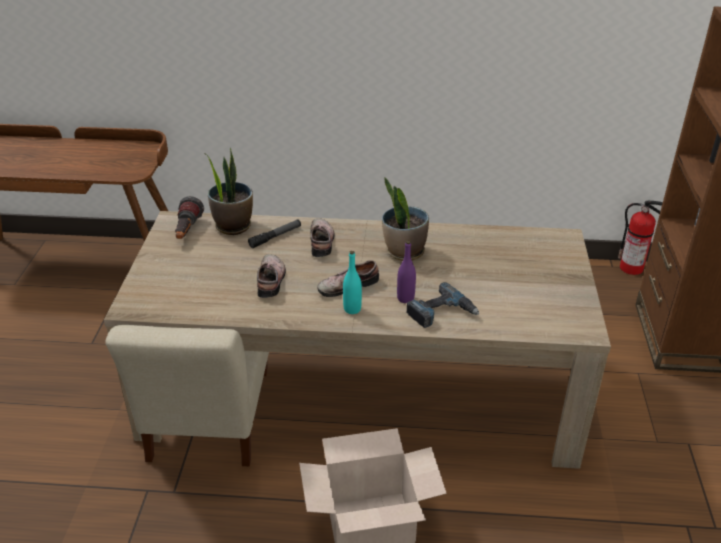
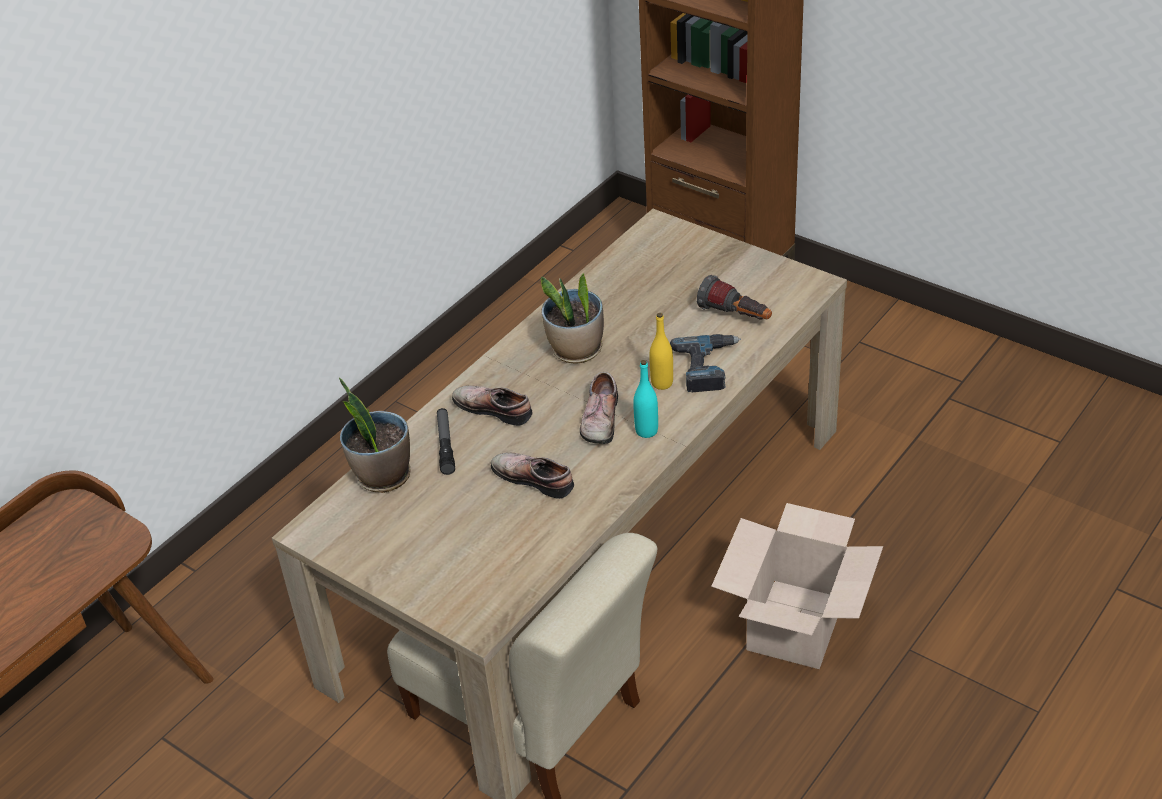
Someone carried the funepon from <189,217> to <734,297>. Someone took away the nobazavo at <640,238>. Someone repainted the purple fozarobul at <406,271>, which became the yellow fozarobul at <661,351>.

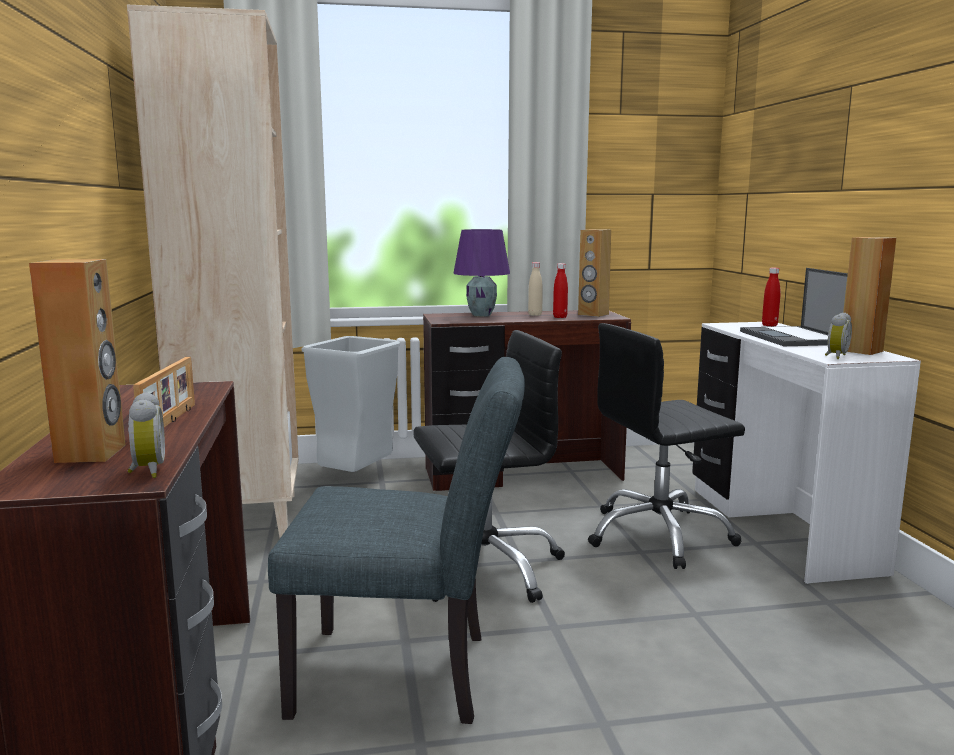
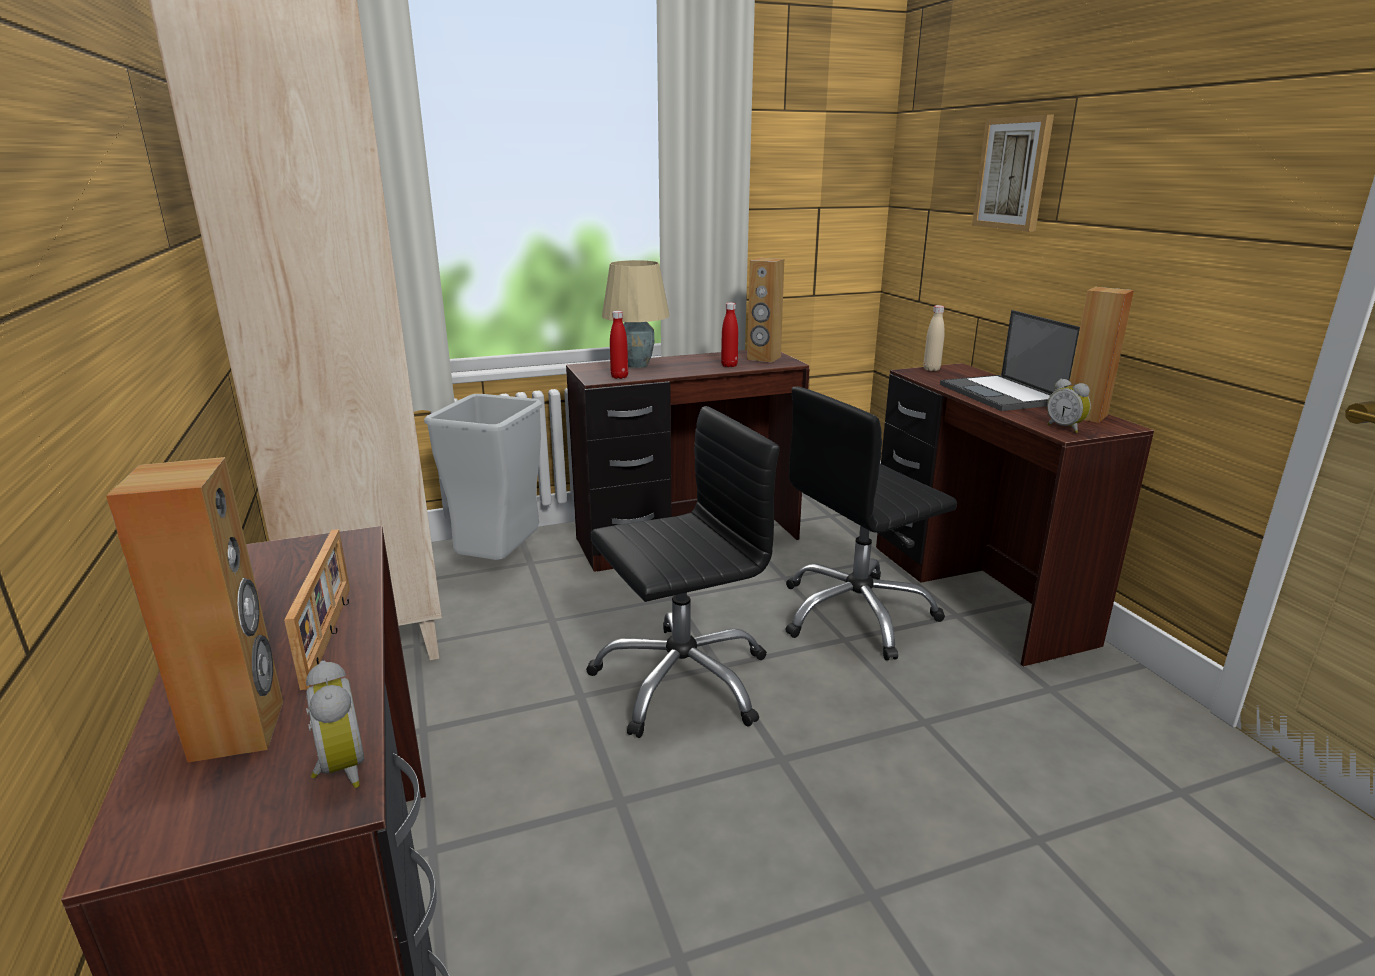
Someone repainted the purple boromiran at <482,273>, which became the beige boromiran at <636,314>. Someone carried the beige fozarobul from <535,289> to <934,338>. Someone carried the red fozarobul from <771,297> to <619,345>. Someone rotated the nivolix at <838,336> by 120 degrees clockwise. Someone repainted the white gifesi at <806,453>, which became the brown gifesi at <1015,515>. Someone took away the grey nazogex at <396,540>. Someone put up the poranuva at <1013,173>.

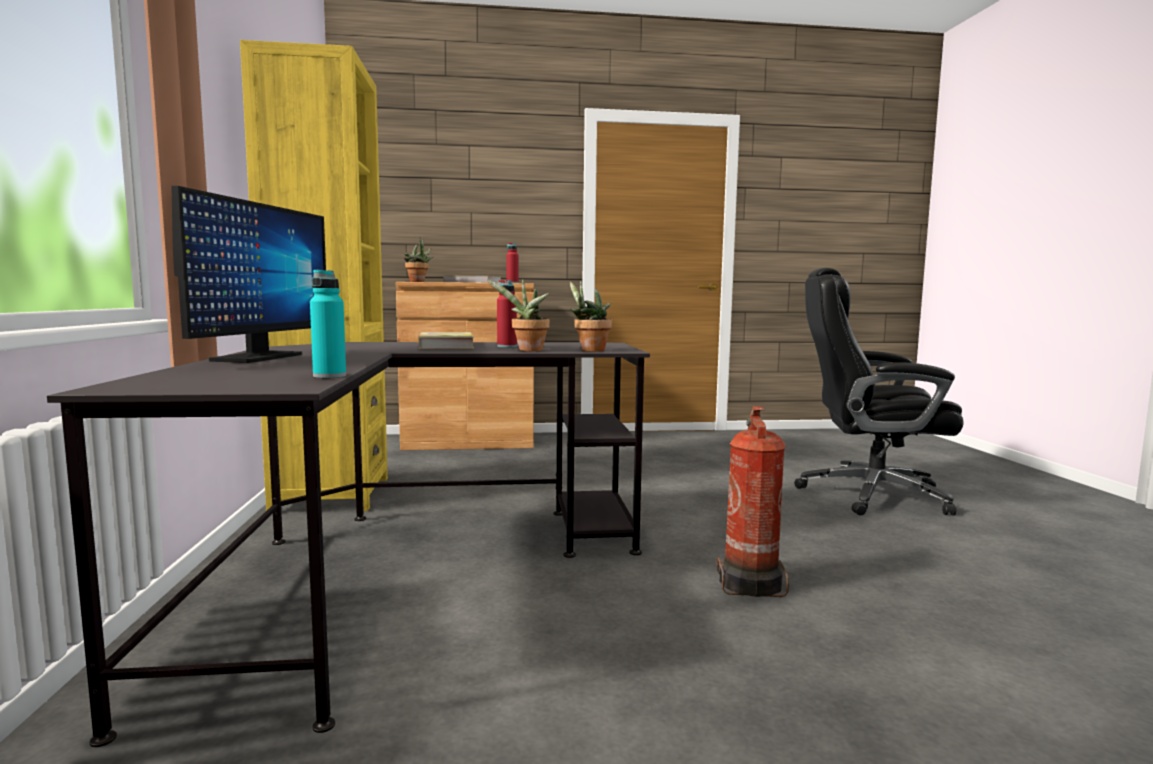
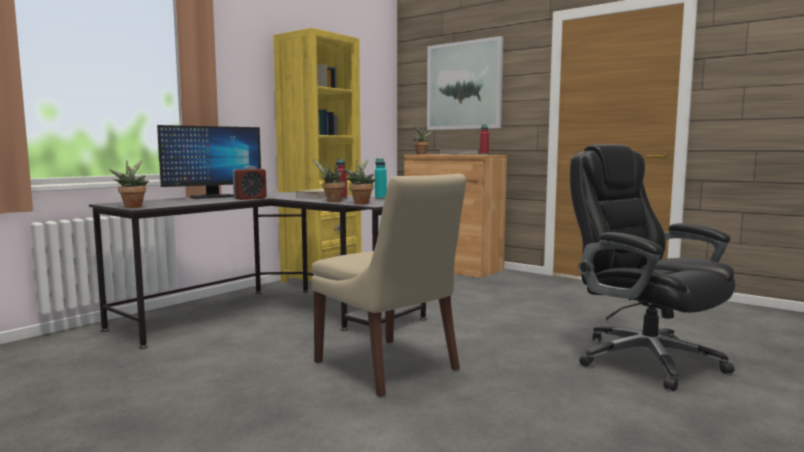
Someone carried the turquoise fozarobul from <328,324> to <381,178>. Someone swapped the nobazavo at <752,501> for the beige nazogex at <388,285>. Someone put up the poranuva at <465,83>. Someone put down the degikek at <129,184>. Someone put down the nivolix at <250,183>.

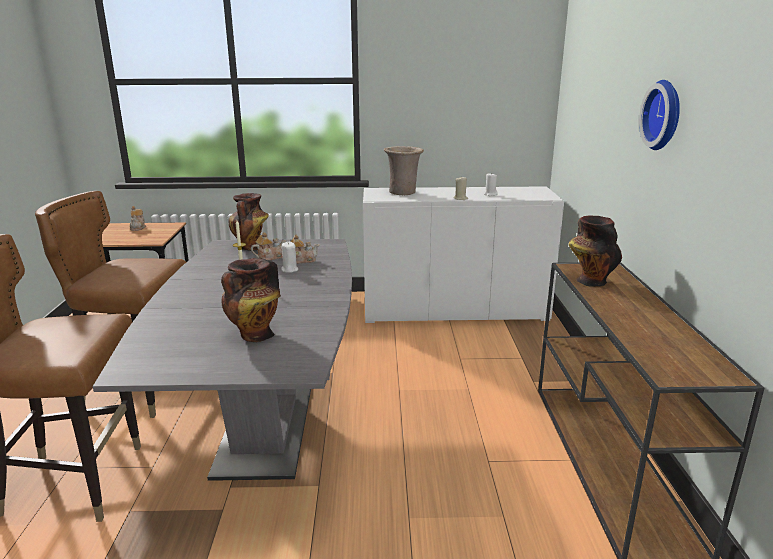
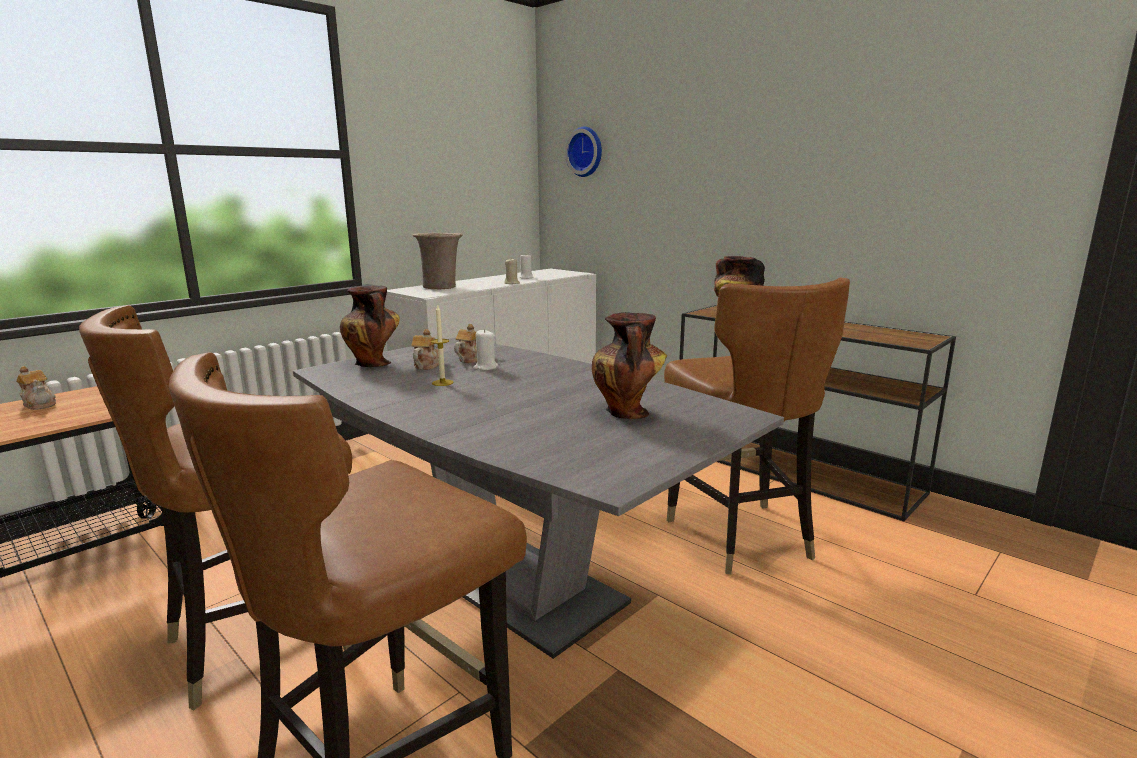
Someone carried the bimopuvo from <659,115> to <583,152>. Someone put down the brown nazogex at <757,425>.

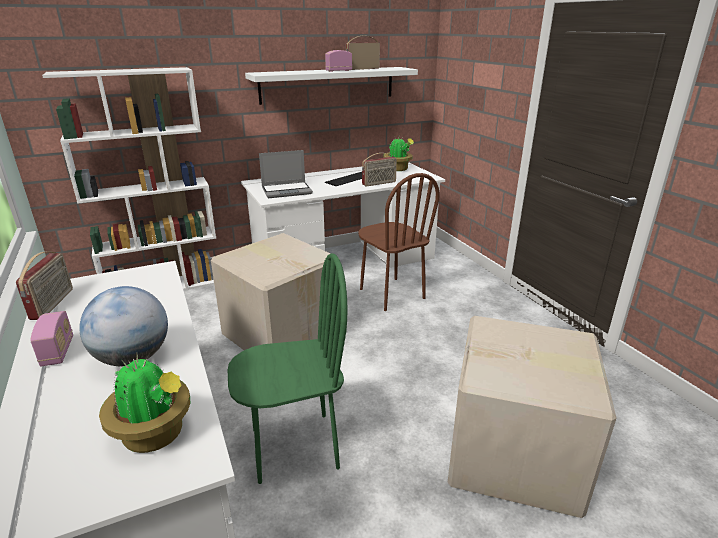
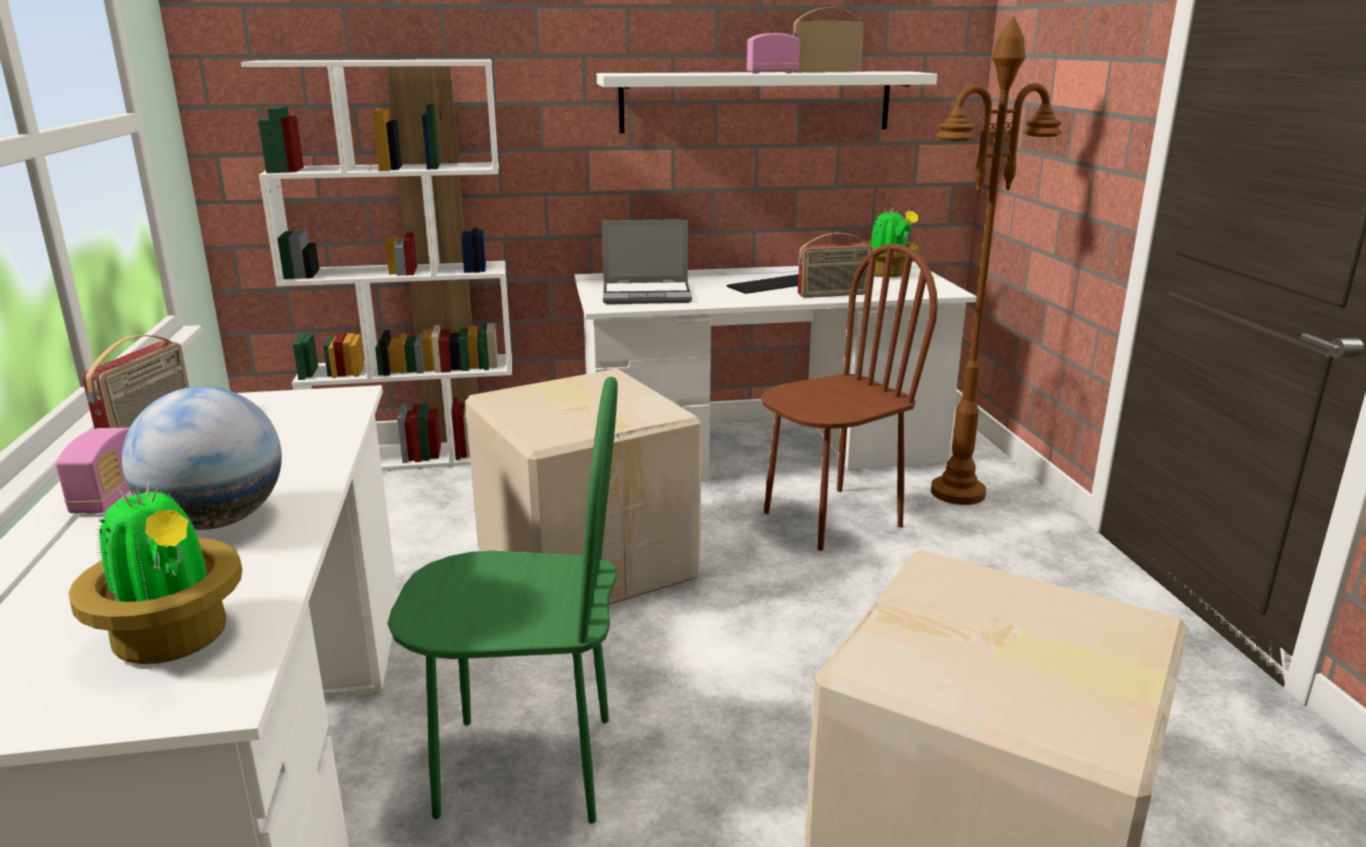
Someone rotated the brown nazogex at <399,242> by 105 degrees counterclockwise. Someone put down the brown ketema at <996,260>.

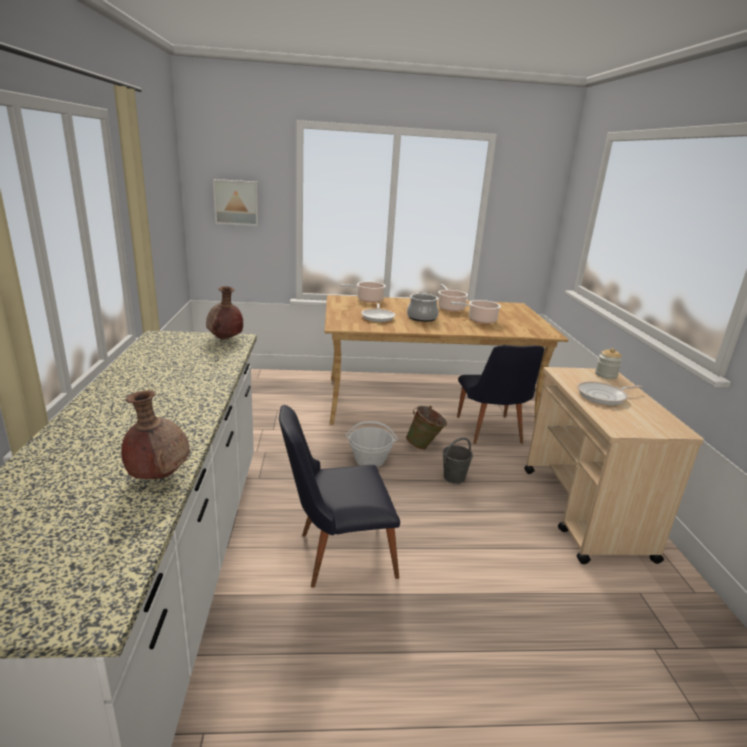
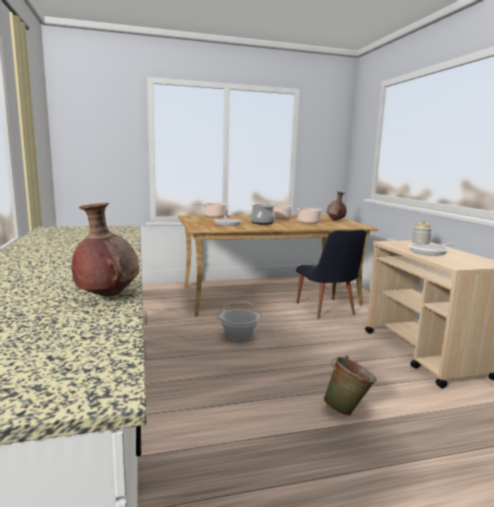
Someone took away the poranuva at <236,202>. Someone carried the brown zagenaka from <224,312> to <337,206>. Someone took away the black nazogex at <339,496>. Someone carried the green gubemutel from <426,428> to <350,385>. Someone took away the grey gubemutel at <458,460>.

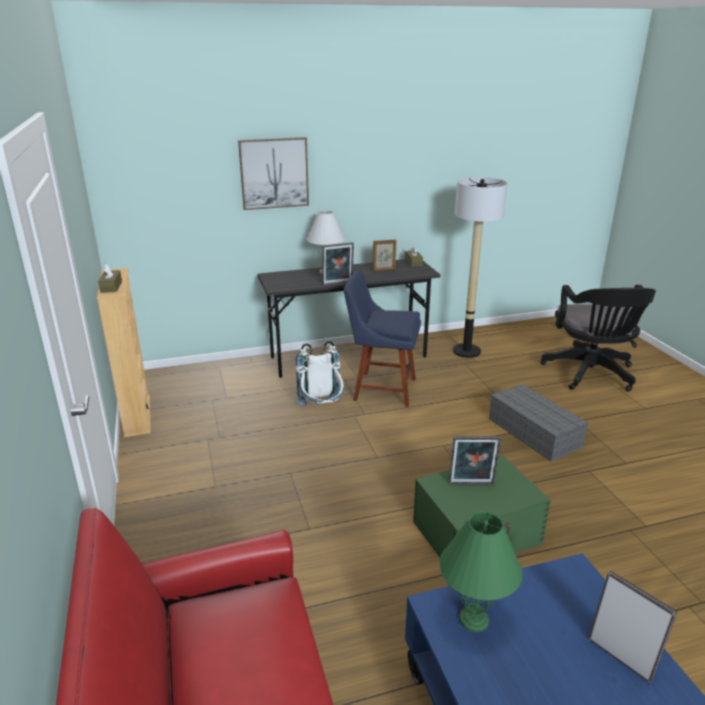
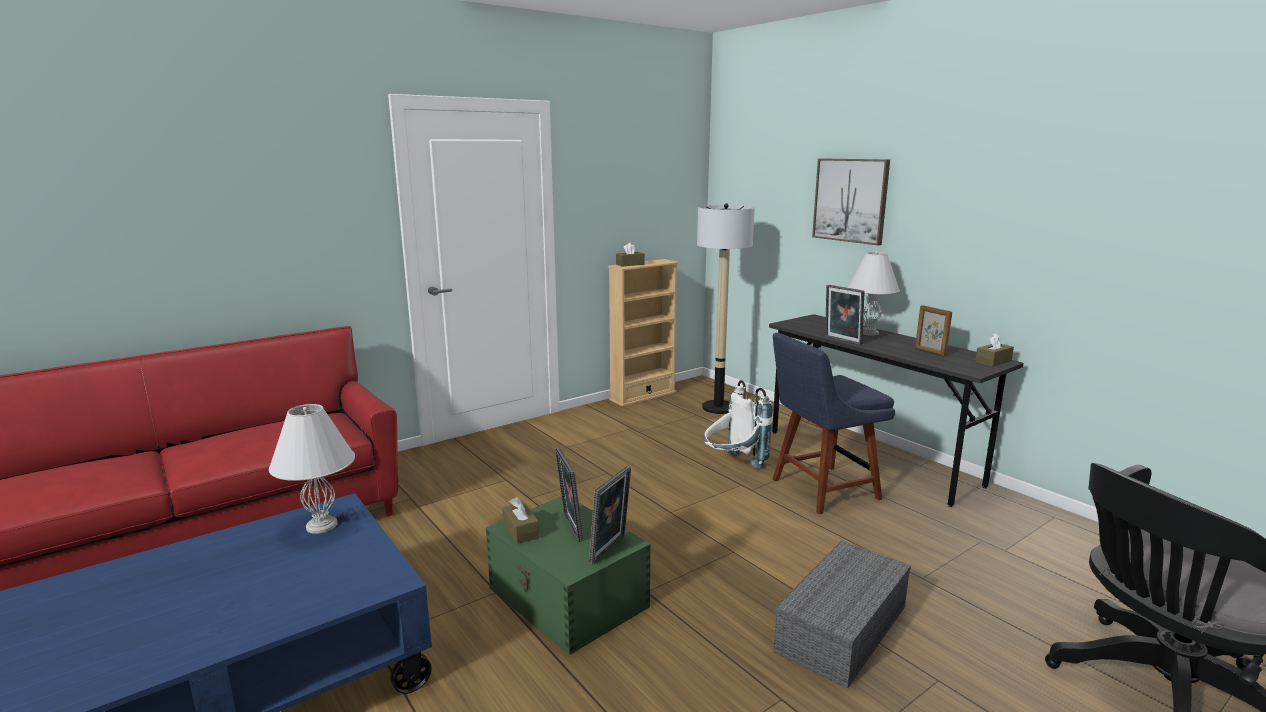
Someone carried the ketema from <480,267> to <726,308>. Someone rotated the blue nazogex at <382,338> by 105 degrees counterclockwise. Someone repainted the green boromiran at <481,571>, which became the white boromiran at <312,469>. Someone carried the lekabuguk from <632,627> to <610,515>. Someone put down the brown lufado at <520,520>.

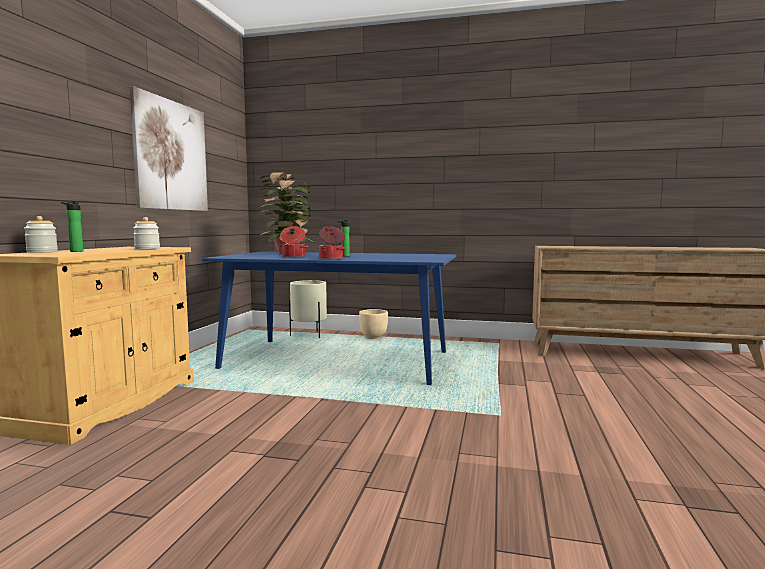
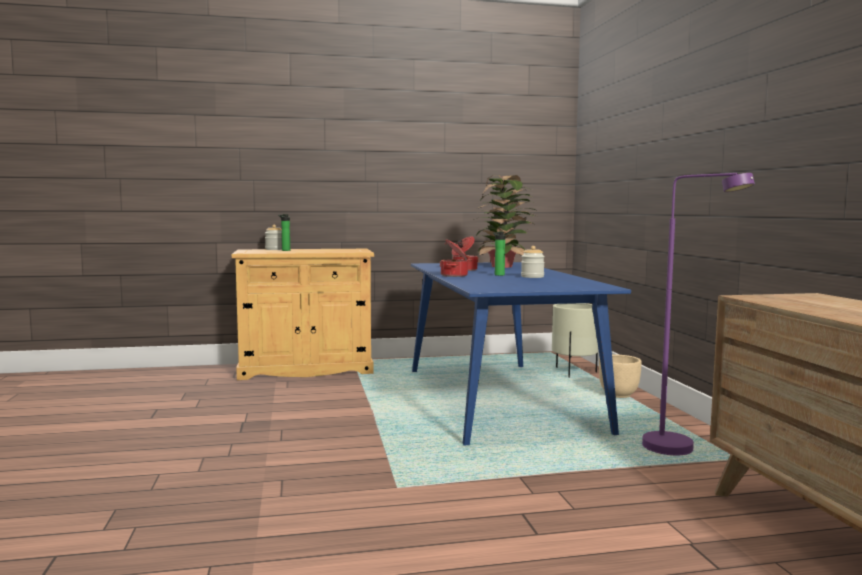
Someone took away the poranuva at <169,148>. Someone carried the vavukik from <146,233> to <533,262>. Someone put down the purple ketema at <698,314>.

